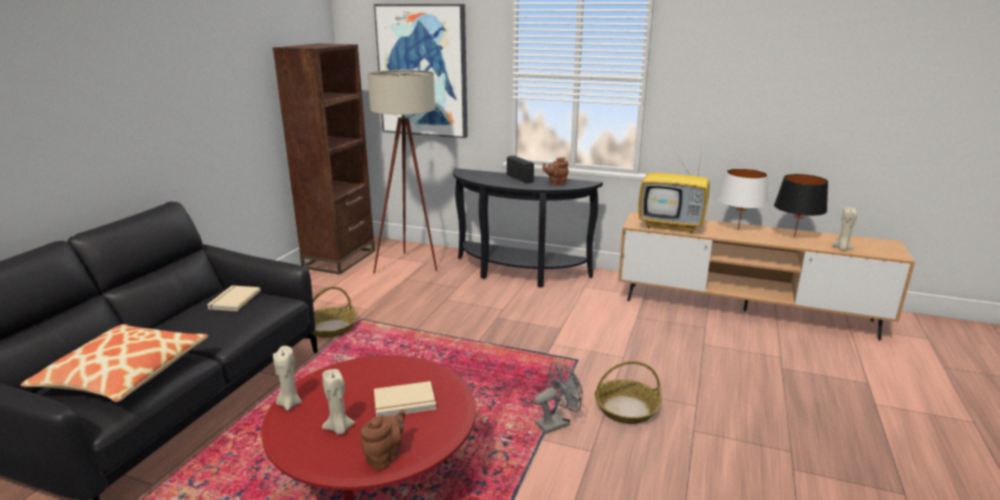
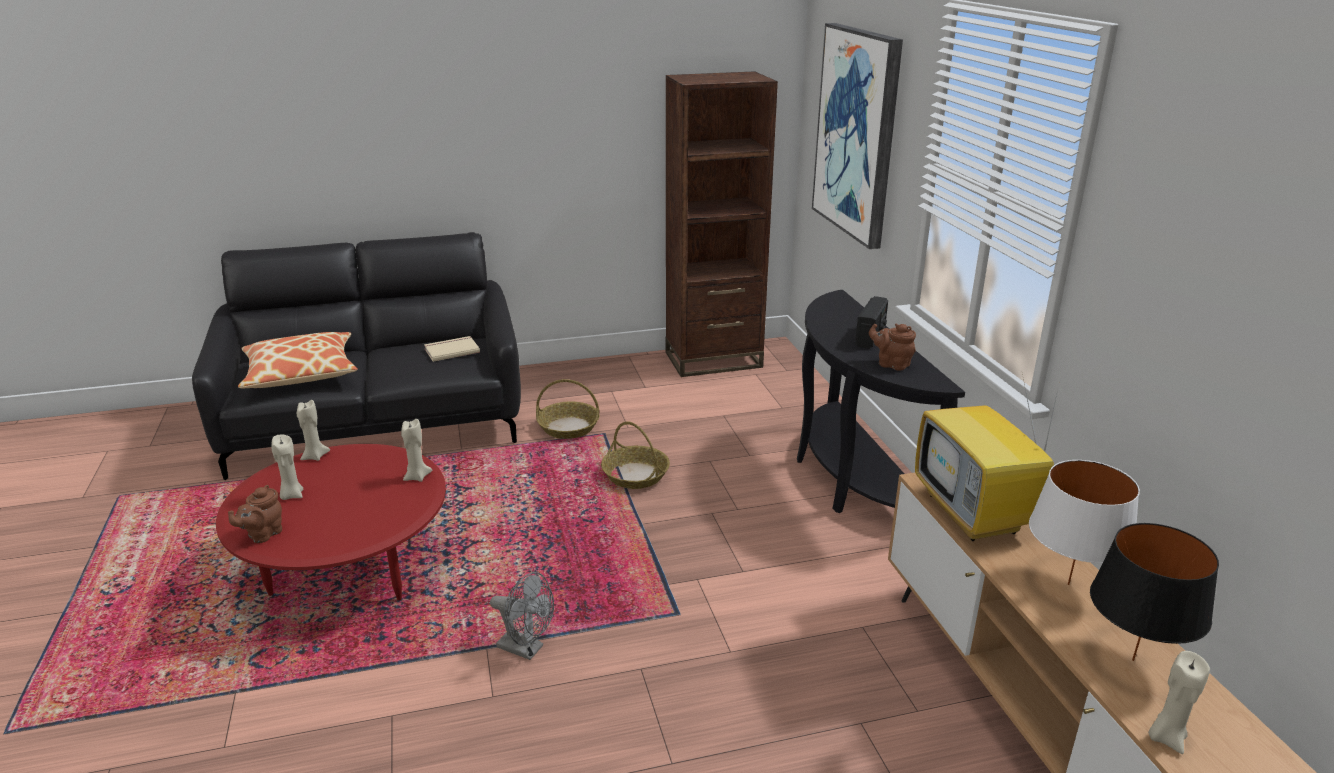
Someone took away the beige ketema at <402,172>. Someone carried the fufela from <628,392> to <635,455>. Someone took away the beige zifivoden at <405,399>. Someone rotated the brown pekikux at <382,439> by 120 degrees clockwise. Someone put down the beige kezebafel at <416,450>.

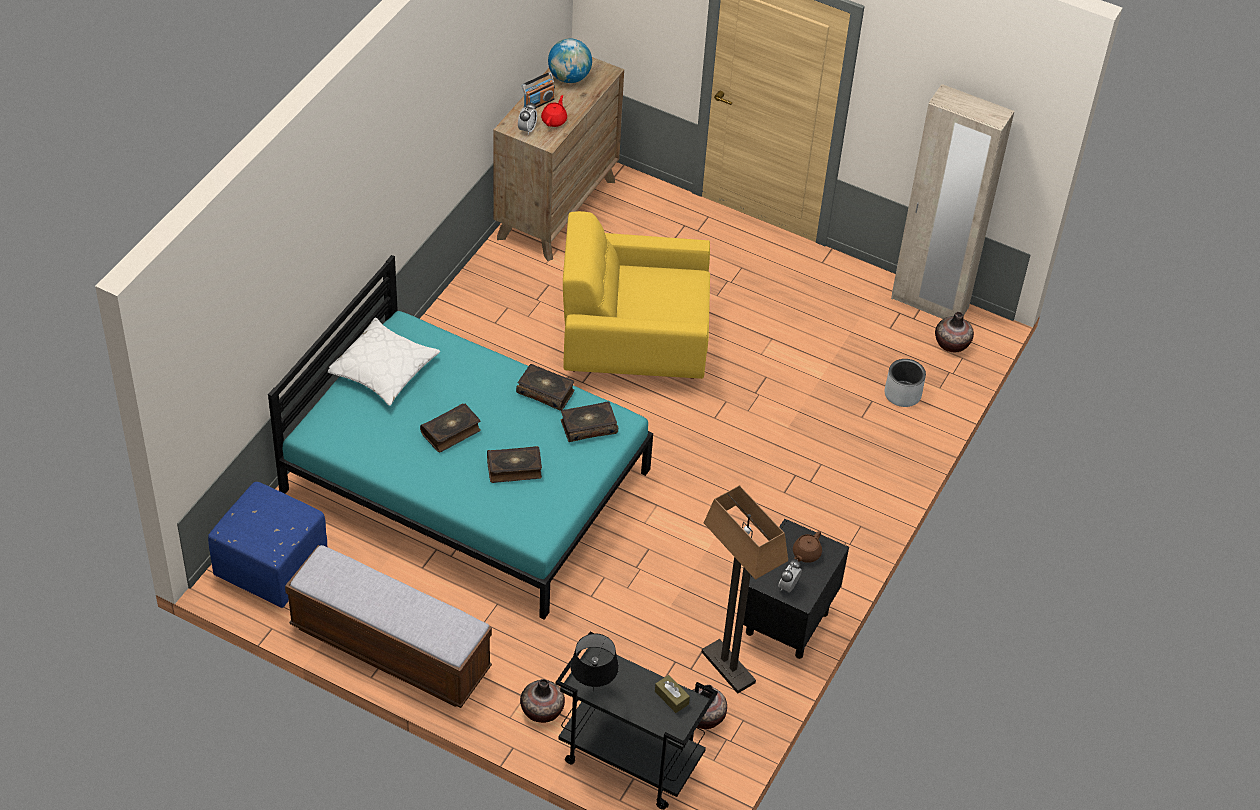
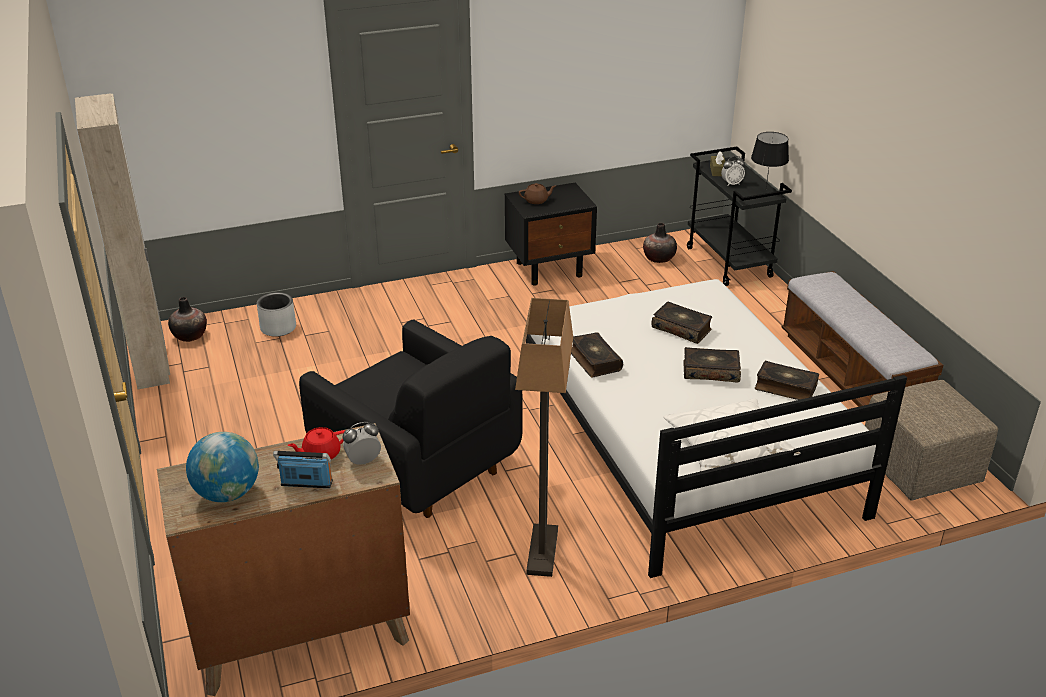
Someone repainted the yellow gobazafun at <636,295>, which became the black gobazafun at <411,418>. Someone repainted the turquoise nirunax at <460,437>, which became the white nirunax at <716,428>. Someone carried the zifivoden from <589,421> to <787,380>. Someone repainted the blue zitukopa at <268,545>, which became the beige zitukopa at <931,440>. Someone carried the ketema from <745,589> to <544,437>. Someone carried the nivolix from <790,576> to <733,171>. Someone took away the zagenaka at <542,701>.

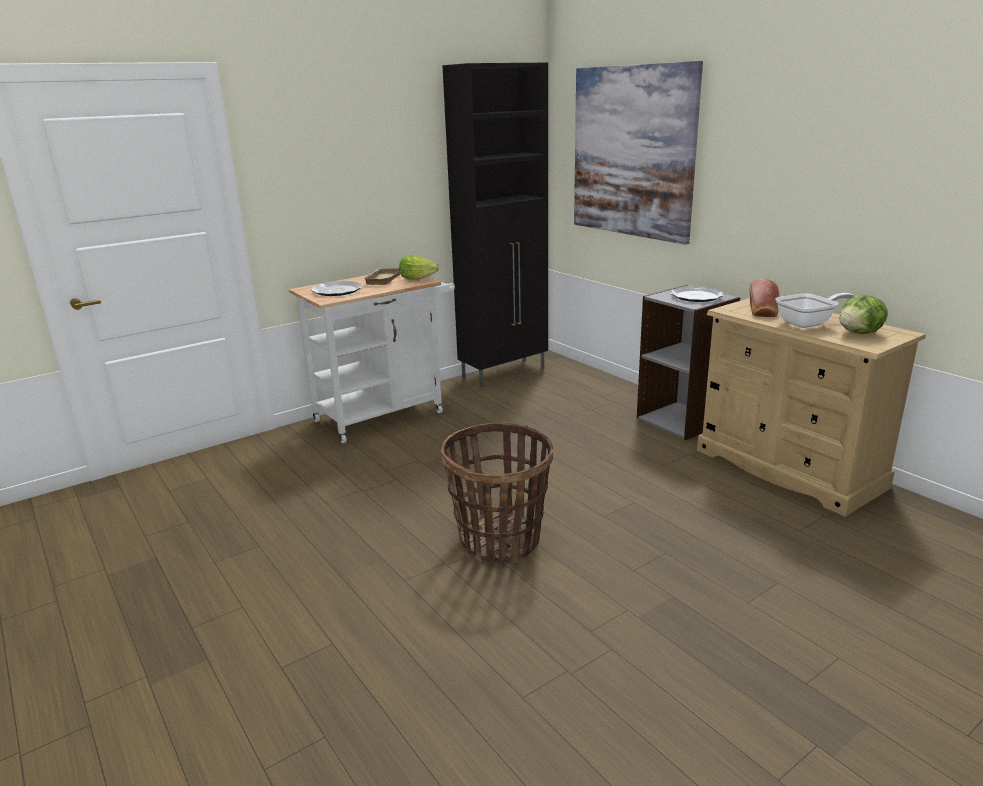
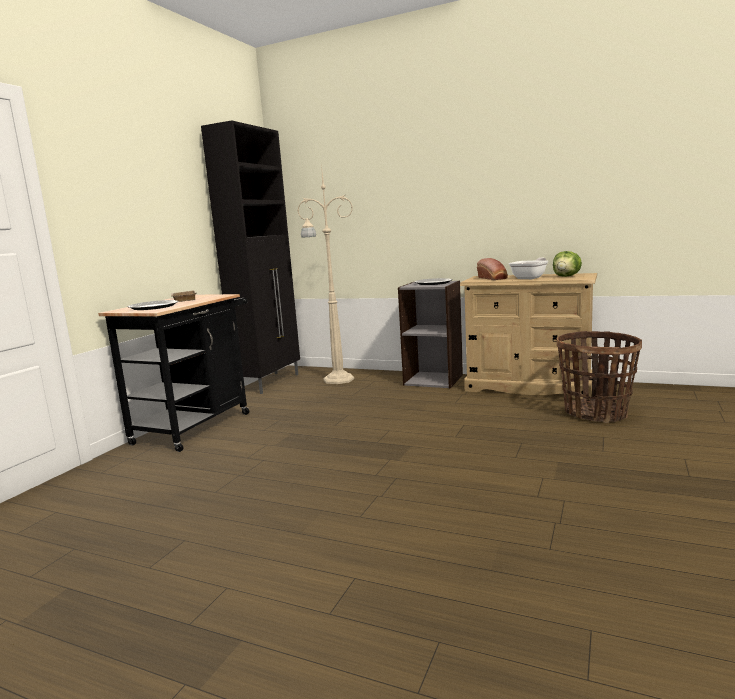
Someone took away the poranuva at <638,153>. Someone took away the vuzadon at <419,267>. Someone repainted the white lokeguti at <372,358>, which became the black lokeguti at <173,373>. Someone carried the fufela from <497,493> to <599,377>. Someone put down the beige ketema at <325,274>.

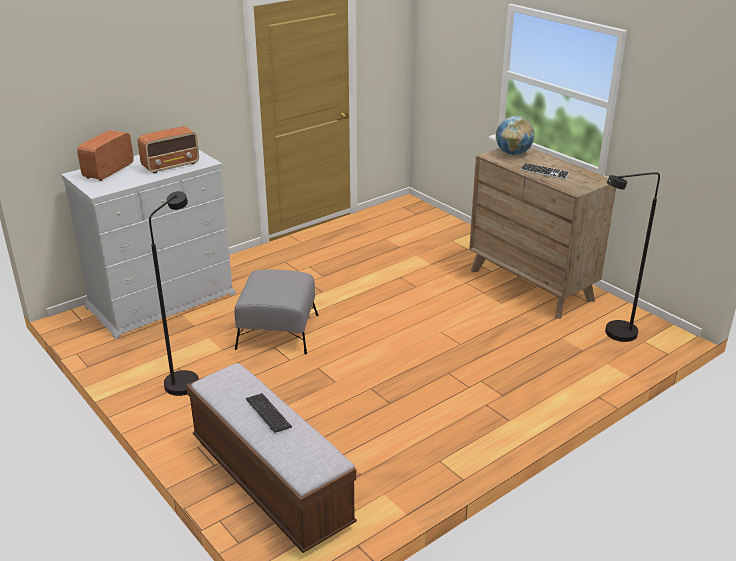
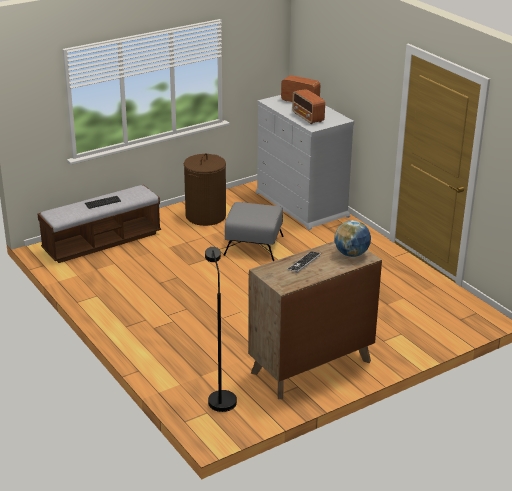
Someone swapped the black ketema at <174,293> for the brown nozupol at <205,189>.

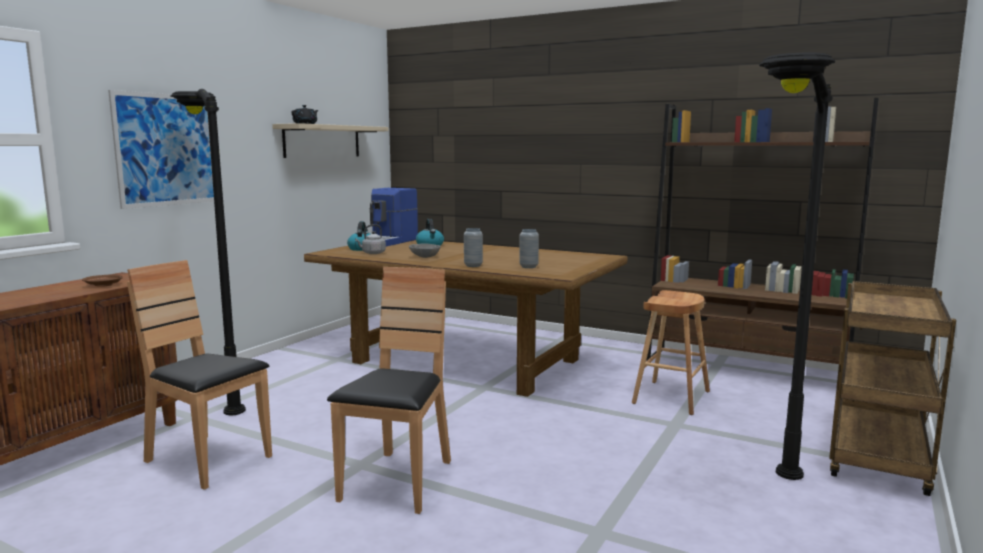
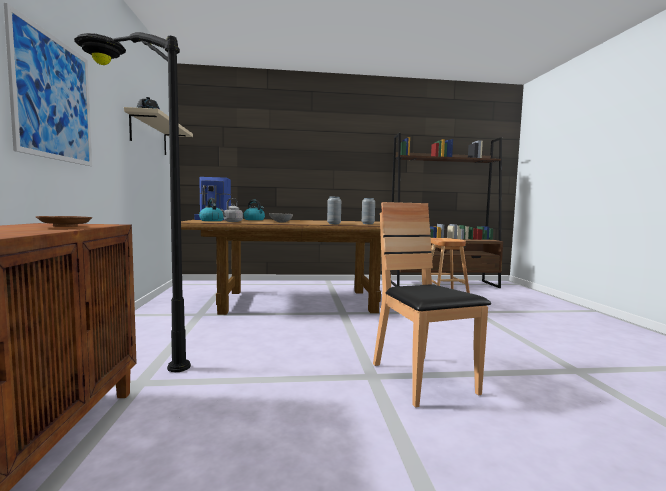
Someone took away the black ketema at <797,266>. Someone took away the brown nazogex at <199,375>. Someone took away the brown lokeguti at <892,388>.

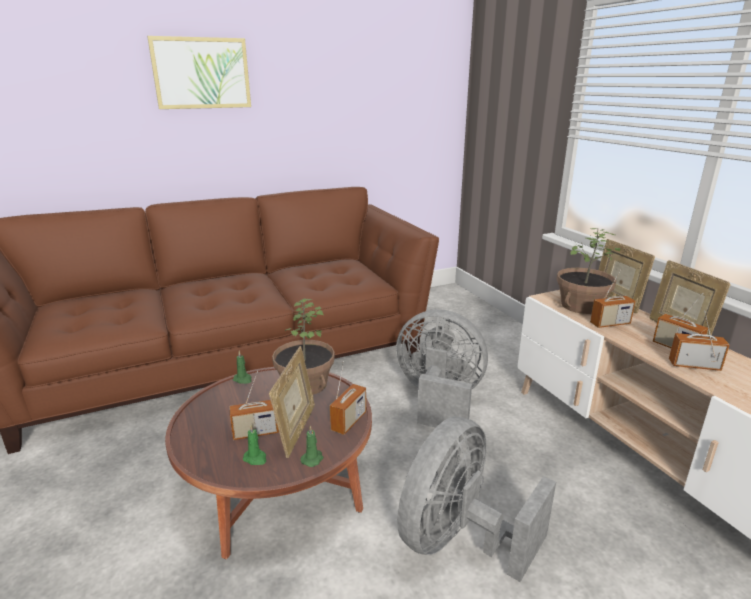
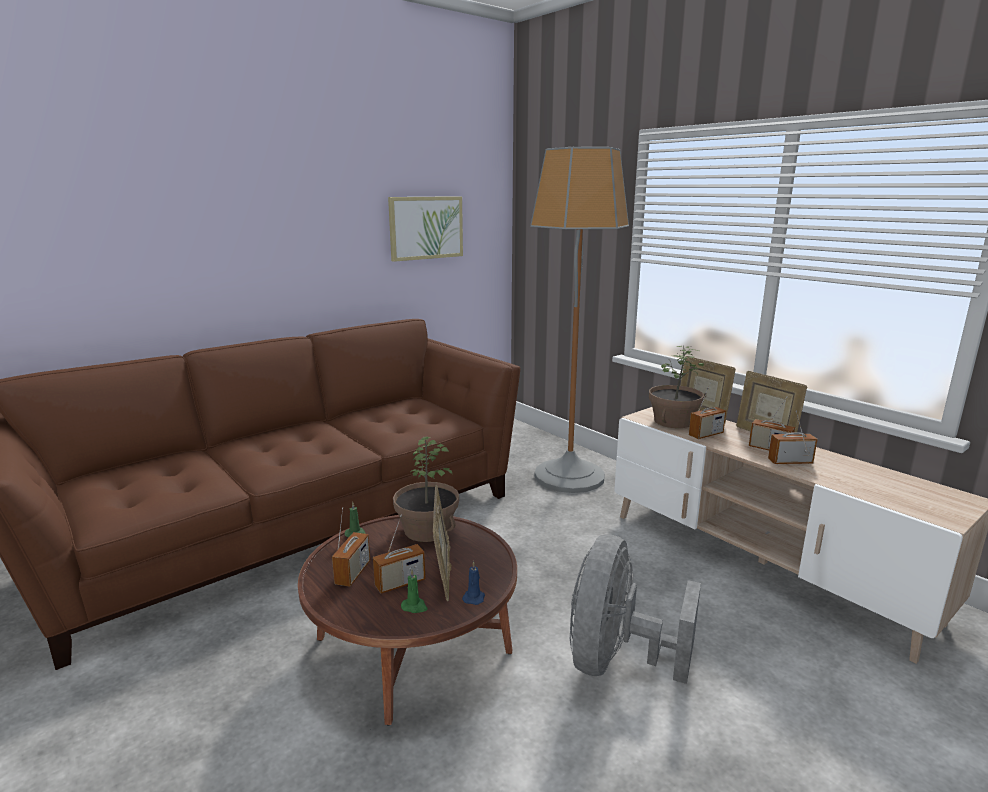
Someone carried the poranuva from <199,72> to <425,229>. Someone took away the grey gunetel at <442,372>. Someone carried the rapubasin from <348,398> to <351,547>. Someone repainted the green kezebafel at <312,446>, which became the blue kezebafel at <473,583>. Someone put down the ketema at <579,320>.

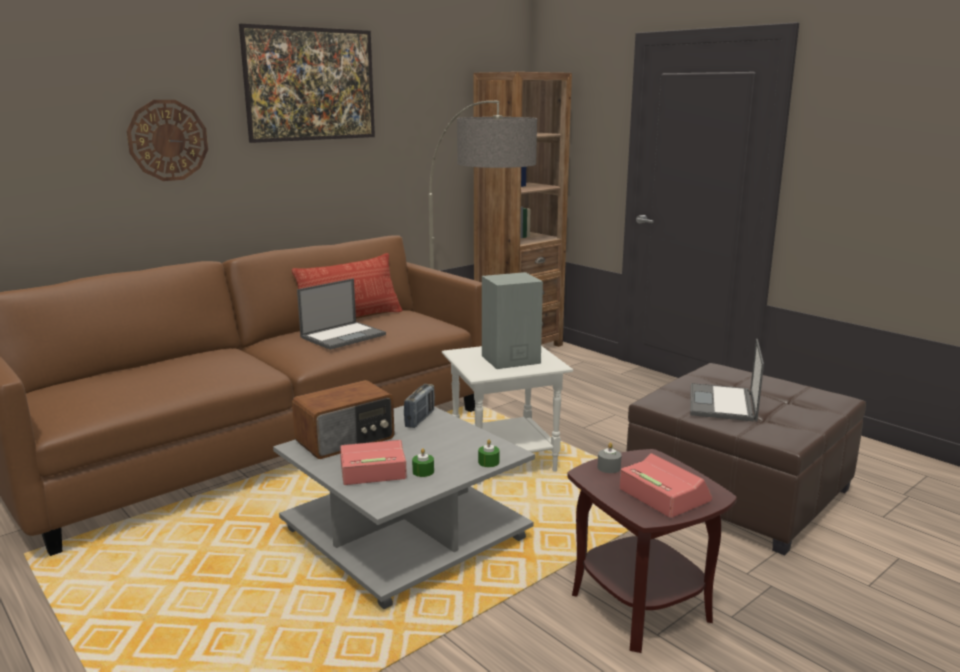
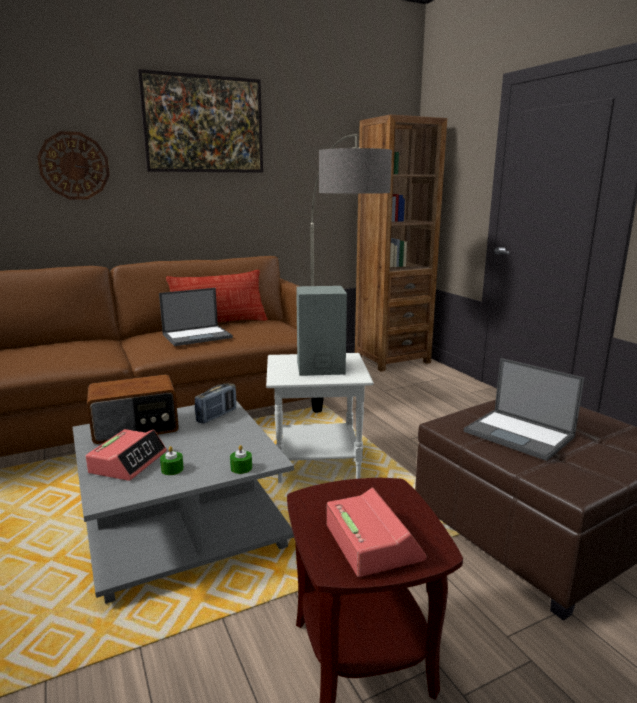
Someone rotated the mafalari at <727,380> by 75 degrees counterclockwise. Someone rotated the nivolix at <373,462> by 105 degrees clockwise. Someone took away the grey kezebafel at <609,458>.

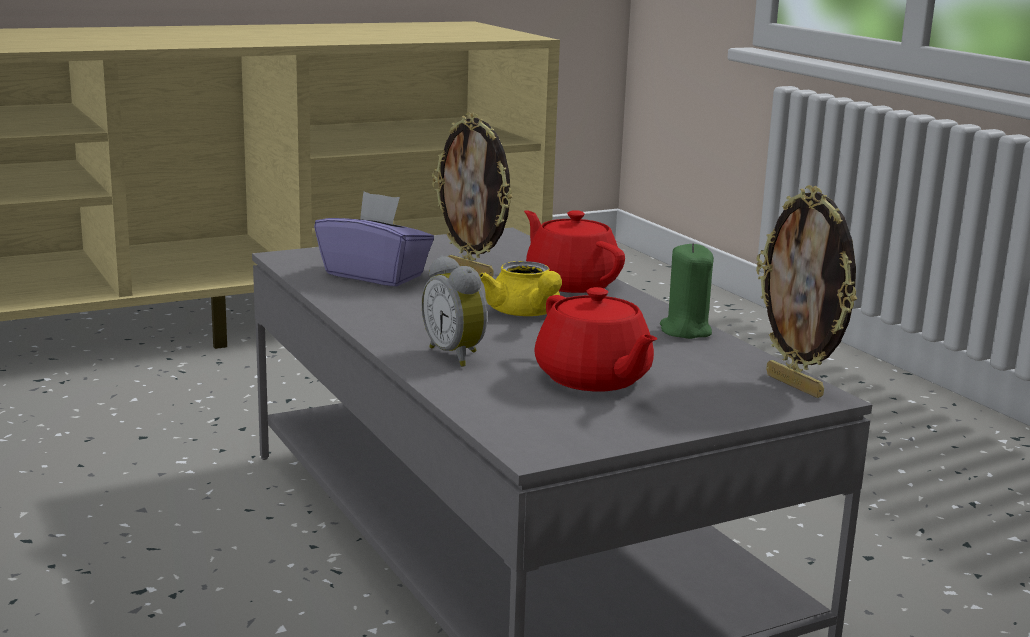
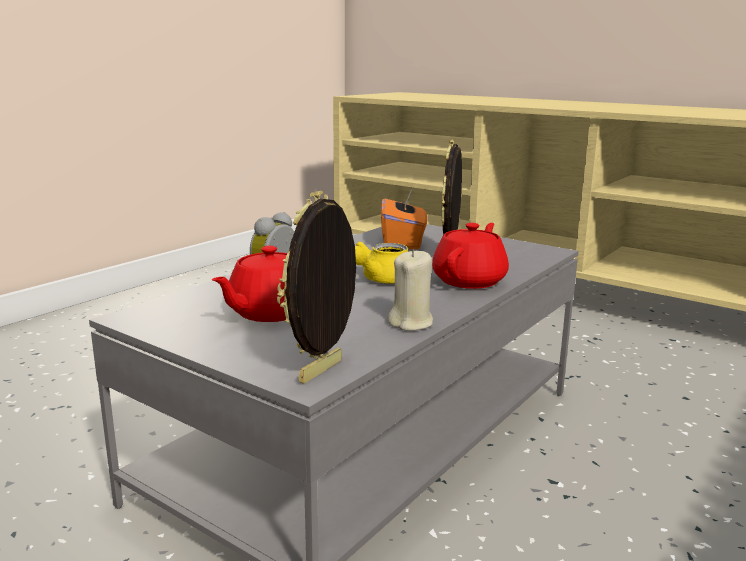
Someone repainted the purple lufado at <374,239>, which became the orange lufado at <404,219>. Someone repainted the green kezebafel at <687,291>, which became the beige kezebafel at <410,290>.

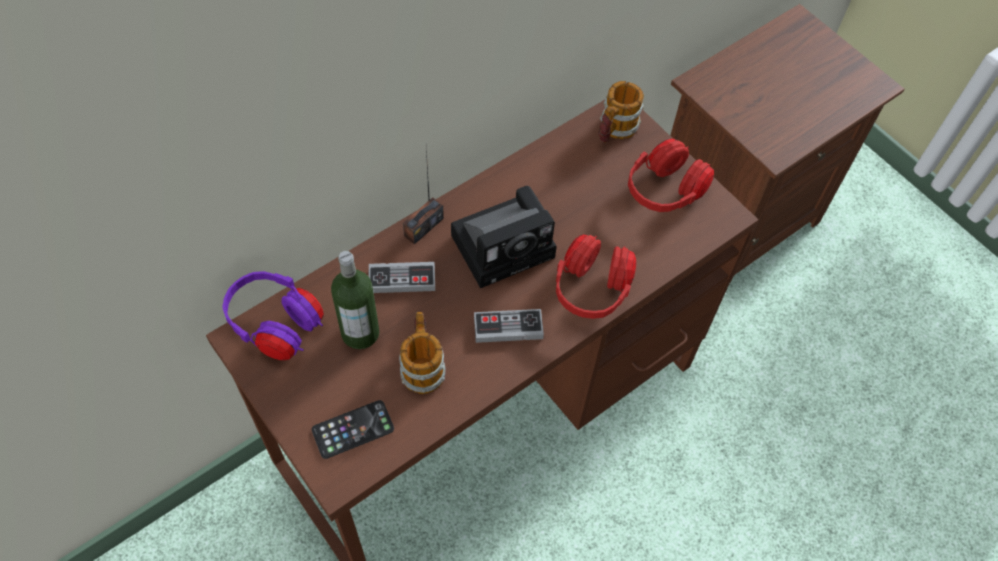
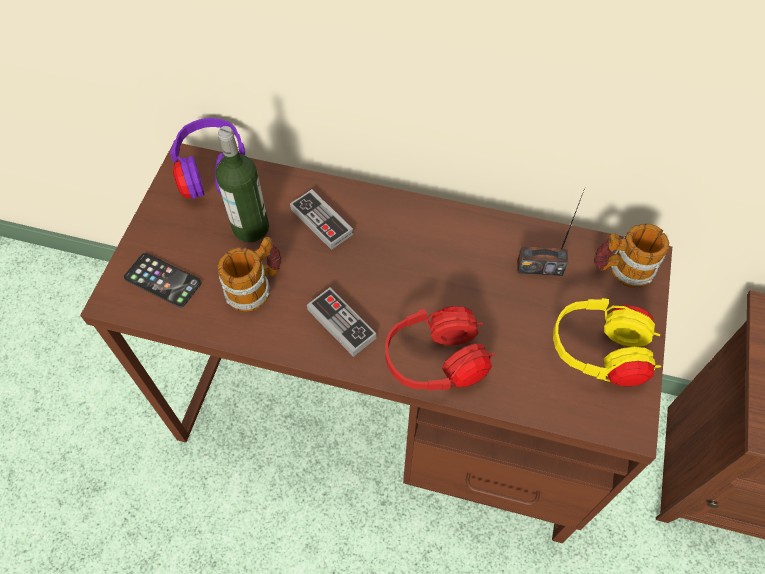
Someone repainted the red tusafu at <671,175>, which became the yellow tusafu at <607,342>. Someone carried the rapubasin from <423,197> to <551,232>. Someone took away the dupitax at <504,237>.

